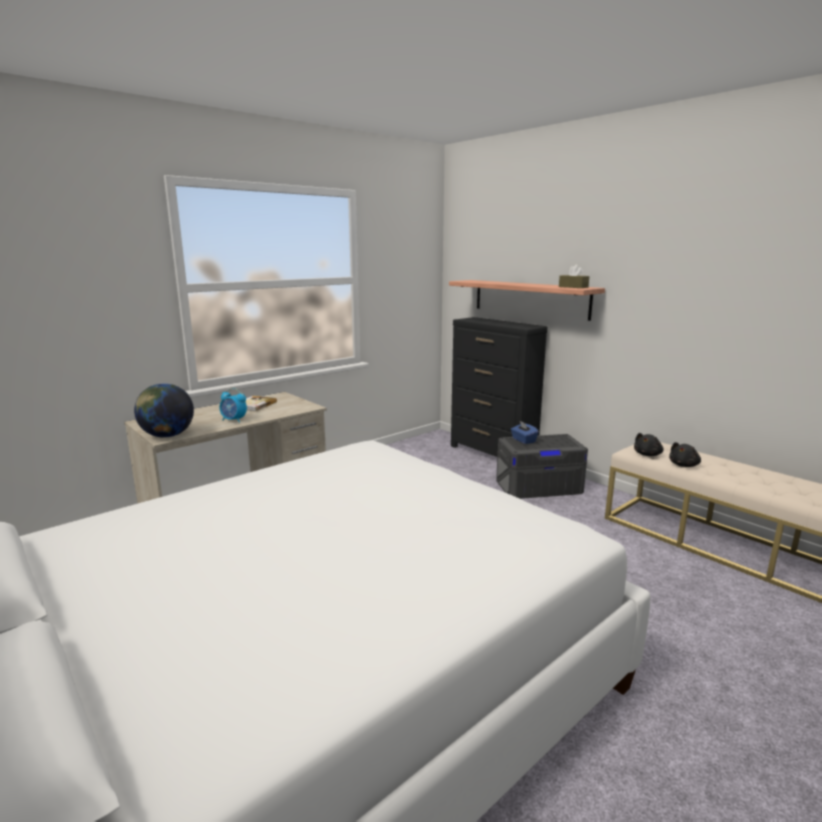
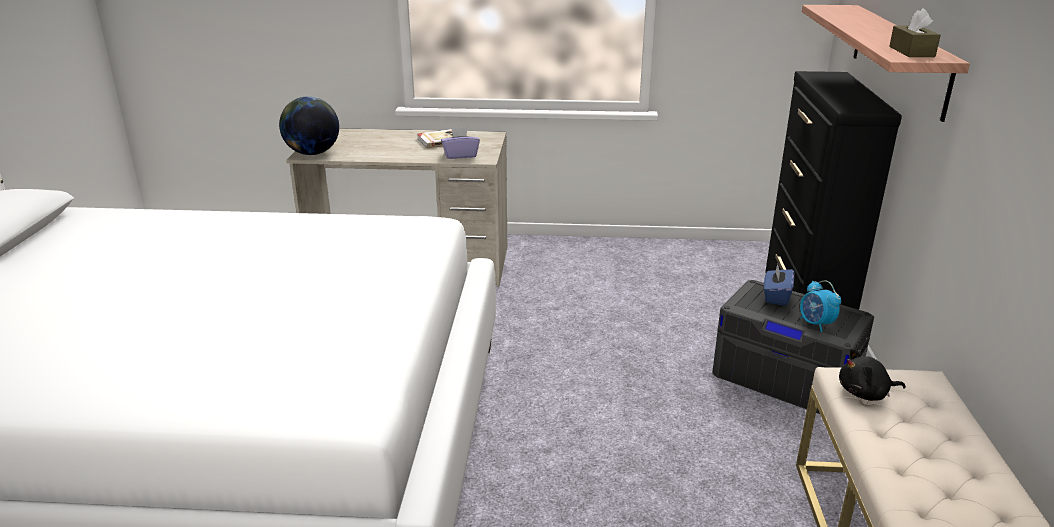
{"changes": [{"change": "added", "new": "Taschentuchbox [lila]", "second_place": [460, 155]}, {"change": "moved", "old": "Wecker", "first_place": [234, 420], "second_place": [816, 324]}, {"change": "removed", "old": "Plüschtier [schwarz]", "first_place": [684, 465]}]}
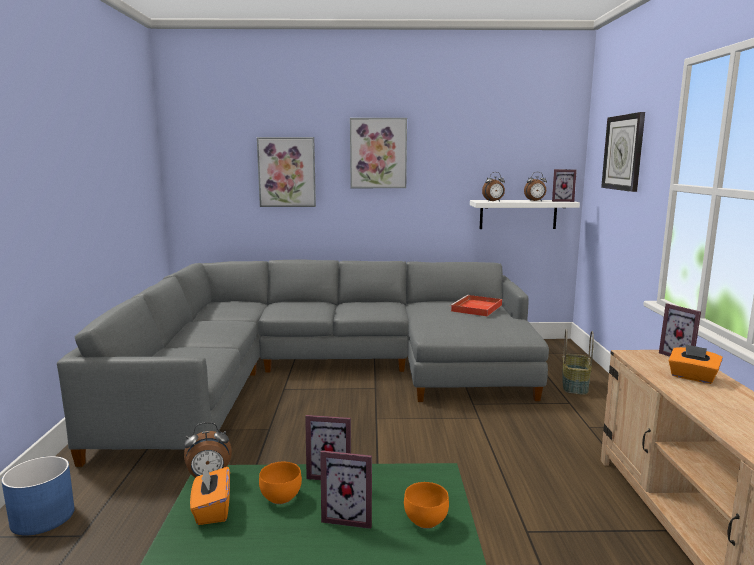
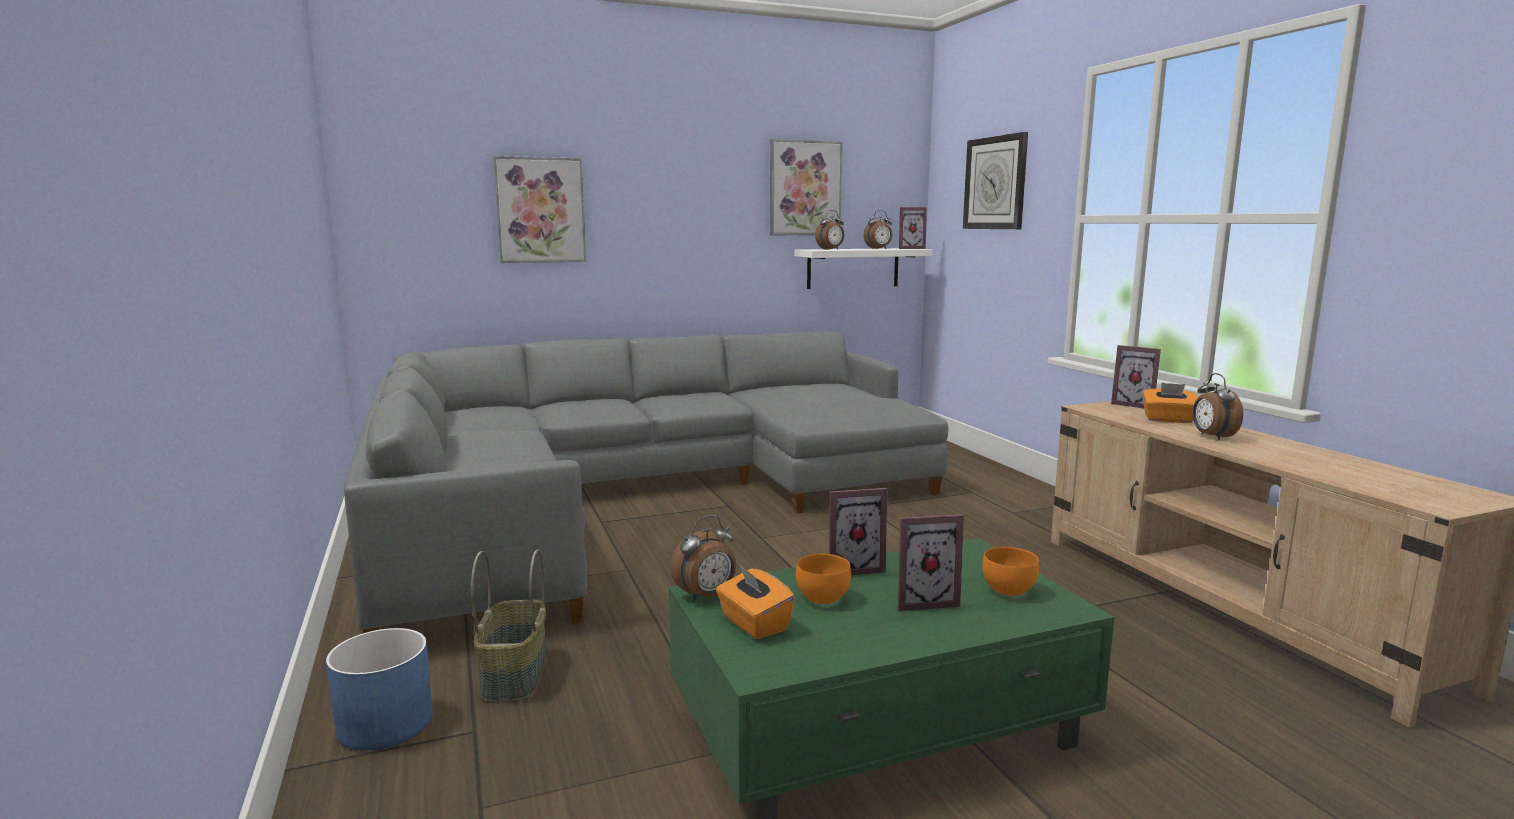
{"changes": [{"change": "moved", "old": "Korb", "first_place": [575, 386], "second_place": [516, 675]}, {"change": "moved", "old": "Bild", "first_place": [378, 153], "second_place": [805, 188]}, {"change": "added", "new": "Wecker", "second_place": [1212, 436]}, {"change": "removed", "old": "Tablett [rot]", "first_place": [476, 308]}]}
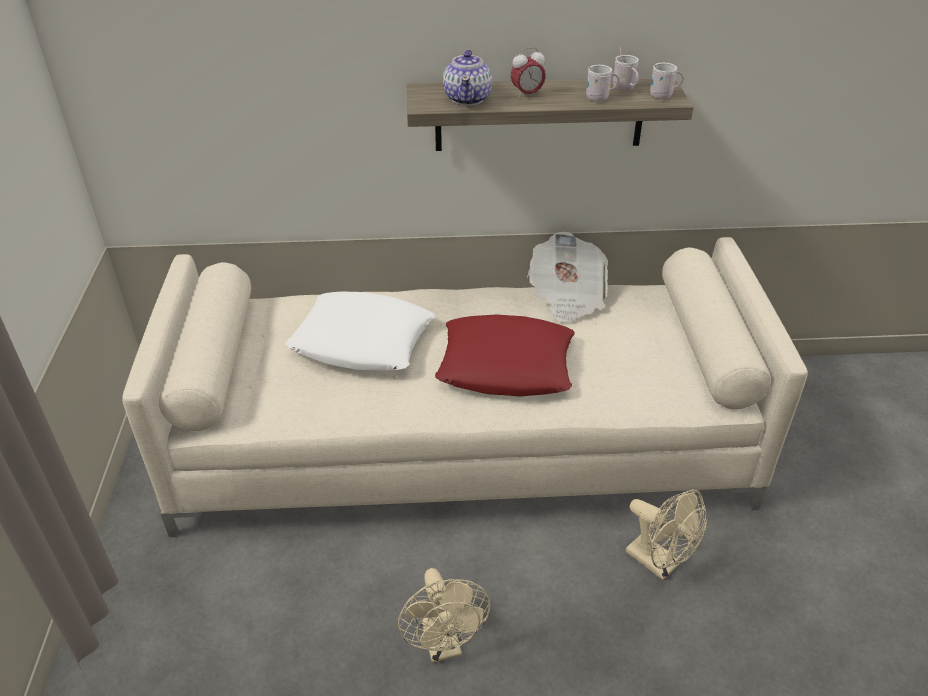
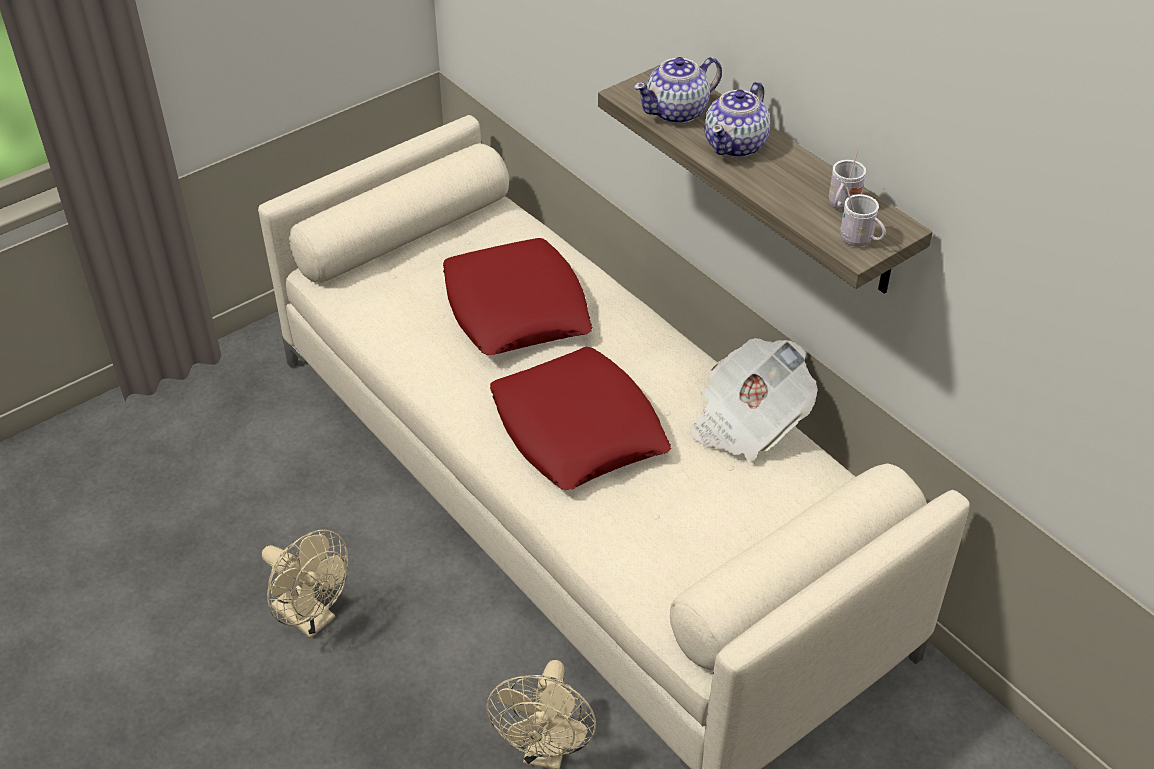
{"changes": [{"change": "turned", "old": "Ventilator [beige]", "first_place": [444, 645], "second_place": [311, 618], "degrees": -90}, {"change": "recoloured", "old": "Kissen [weiß]", "new": "Kissen [rot]", "first_place": [363, 341], "second_place": [516, 308]}, {"change": "replaced", "old": "Wecker", "new": "Teekanne", "first_place": [527, 95], "second_place": [736, 145]}, {"change": "removed", "old": "Henkelbecher [weiß]", "first_place": [600, 98]}]}
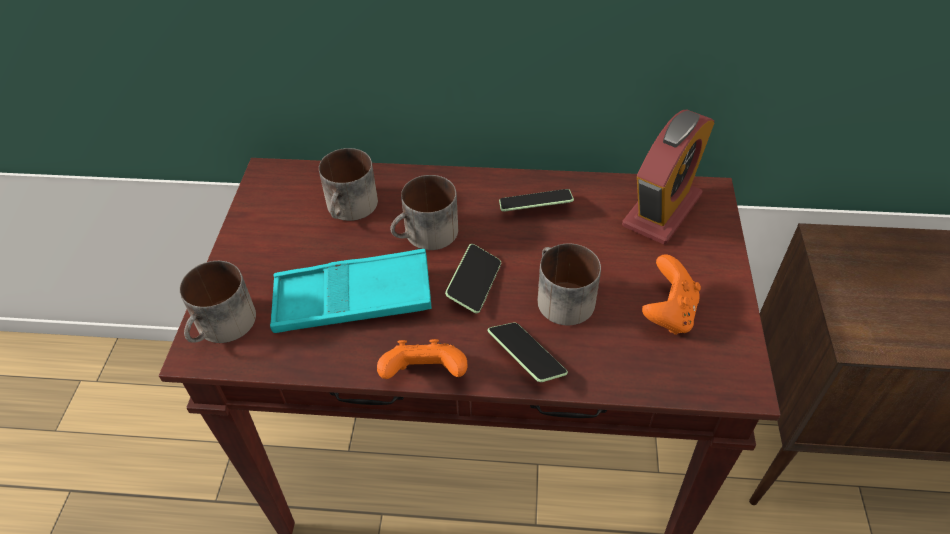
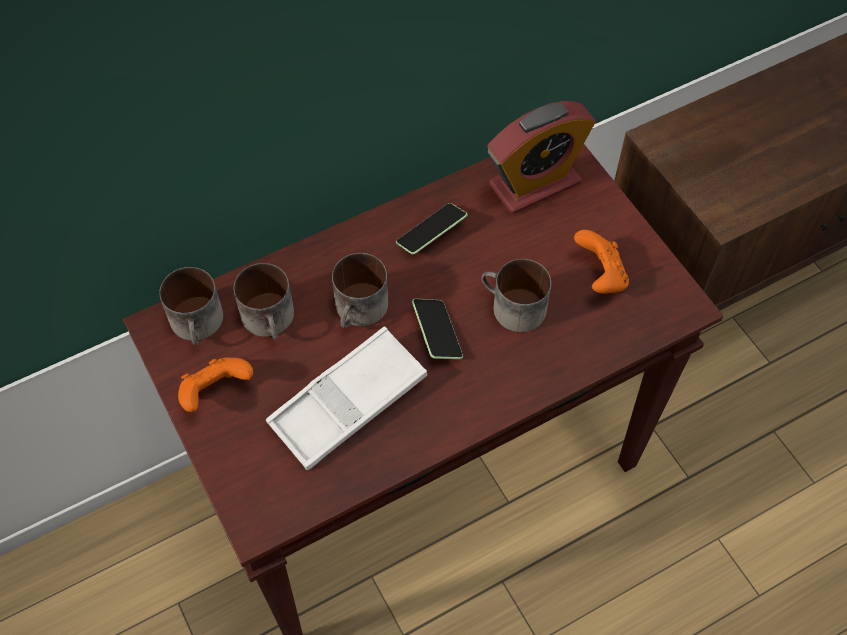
{"changes": [{"change": "moved", "old": "Henkelbecher", "first_place": [223, 327], "second_place": [199, 324]}, {"change": "moved", "old": "Gamepad [orange]", "first_place": [425, 375], "second_place": [216, 392]}, {"change": "recoloured", "old": "Tablett [türkis]", "new": "Tablett [weiß]", "first_place": [353, 299], "second_place": [348, 403]}, {"change": "turned", "old": "Wecker", "first_place": [662, 211], "second_place": [534, 184], "degrees": 60}, {"change": "removed", "old": "Handy", "first_place": [526, 358]}]}
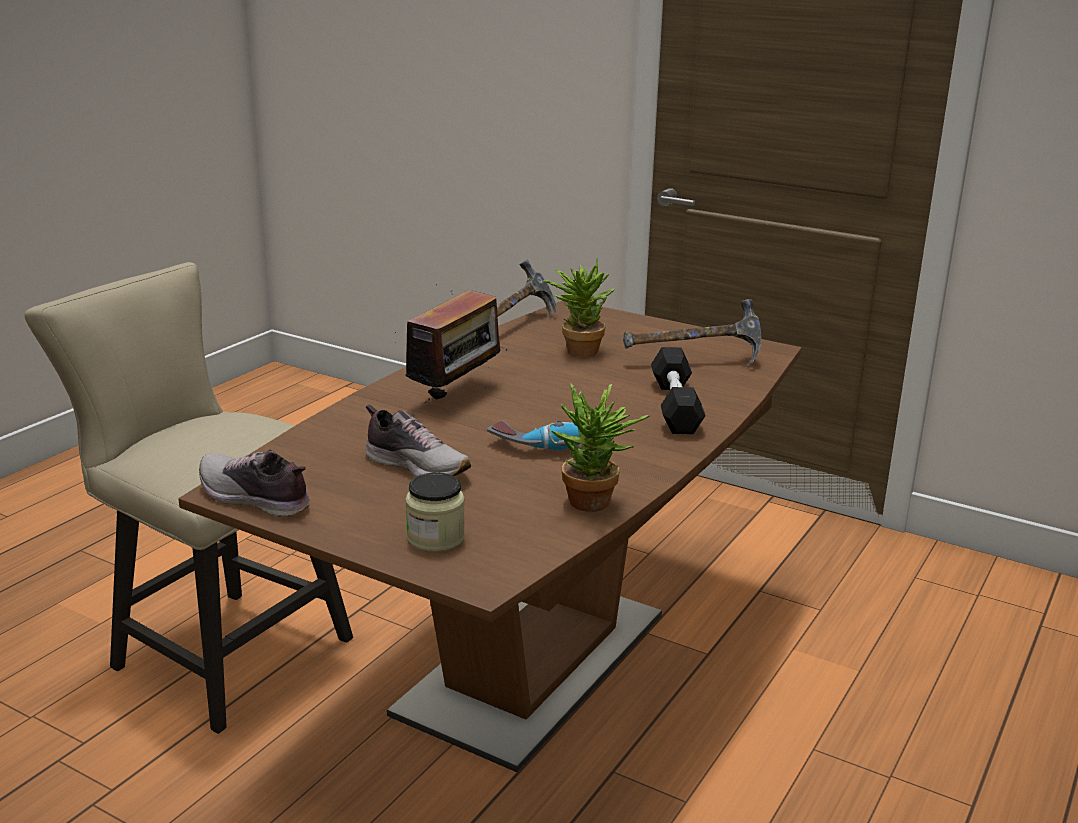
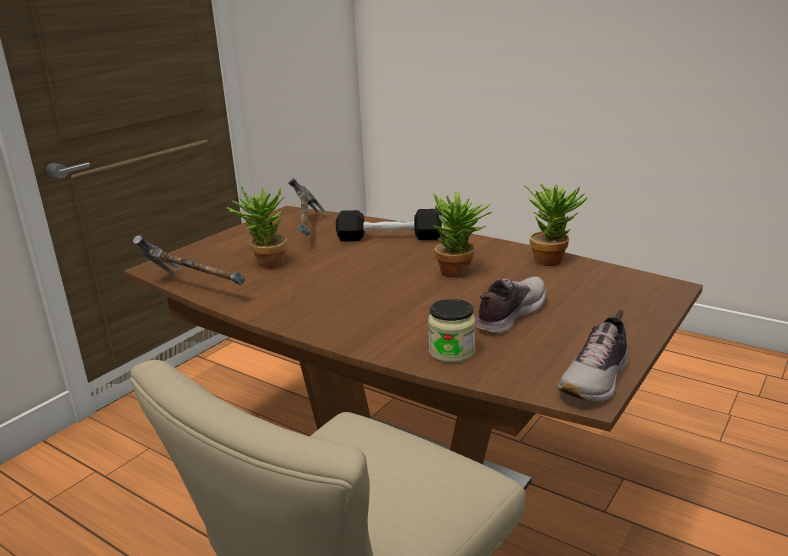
{"changes": [{"change": "moved", "old": "Vorratsglas", "first_place": [435, 538], "second_place": [452, 351]}, {"change": "replaced", "old": "Bohrmaschine", "new": "Topfpflanze", "first_place": [546, 445], "second_place": [460, 273]}, {"change": "removed", "old": "Radio", "first_place": [457, 395]}]}
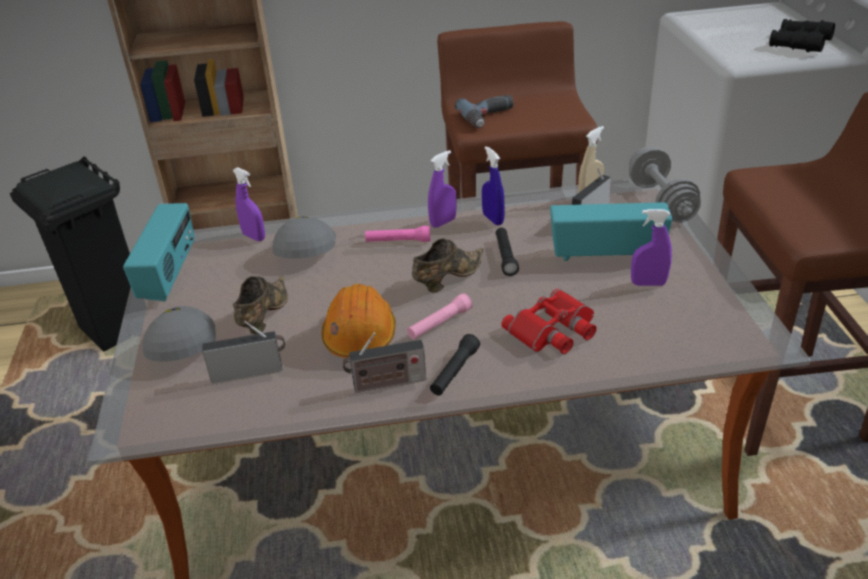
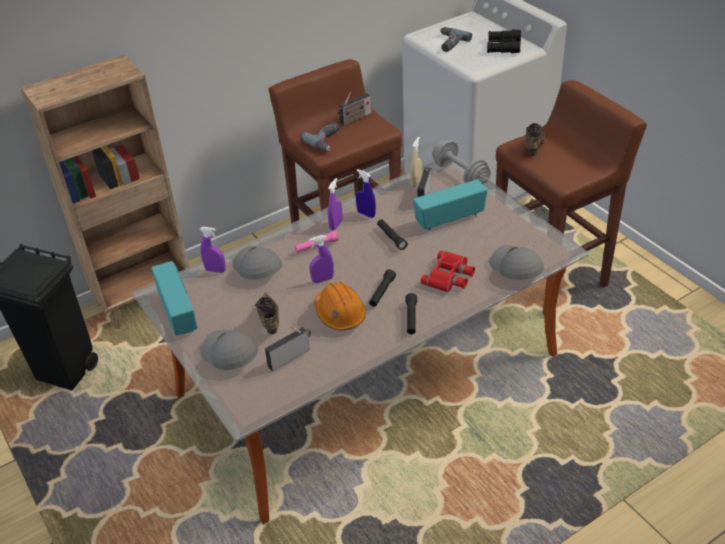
{"changes": [{"change": "moved", "old": "Sprühflasche [lila]", "first_place": [648, 283], "second_place": [322, 279]}, {"change": "moved", "old": "Radio", "first_place": [386, 383], "second_place": [354, 119]}, {"change": "recoloured", "old": "Taschenlampe [rosa]", "new": "Taschenlampe [schwarz]", "first_place": [439, 324], "second_place": [382, 292]}, {"change": "added", "new": "Bohrmaschine", "second_place": [448, 43]}, {"change": "added", "new": "Kappe [grau]", "second_place": [515, 268]}, {"change": "moved", "old": "Schuh [braun]", "first_place": [446, 279], "second_place": [533, 148]}]}
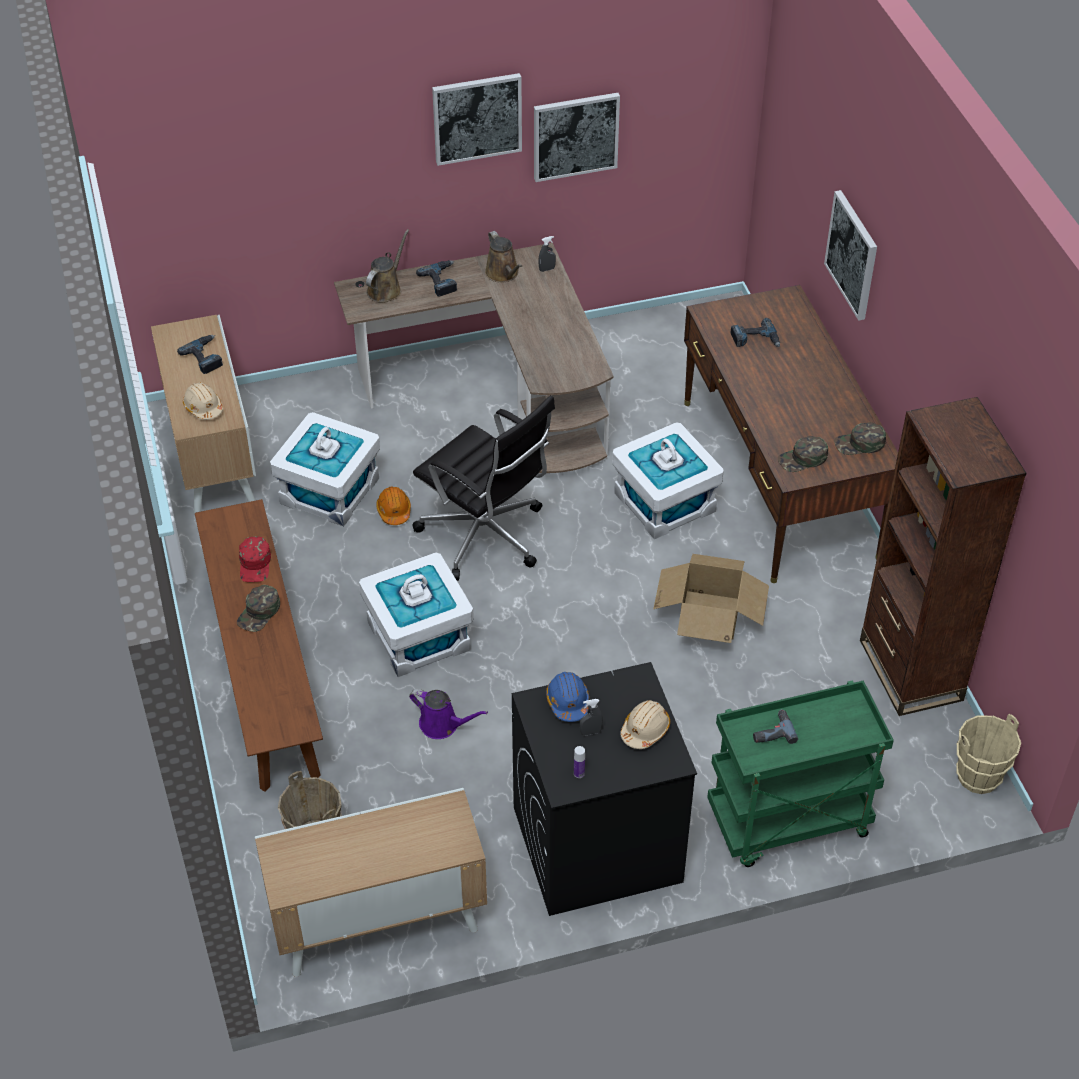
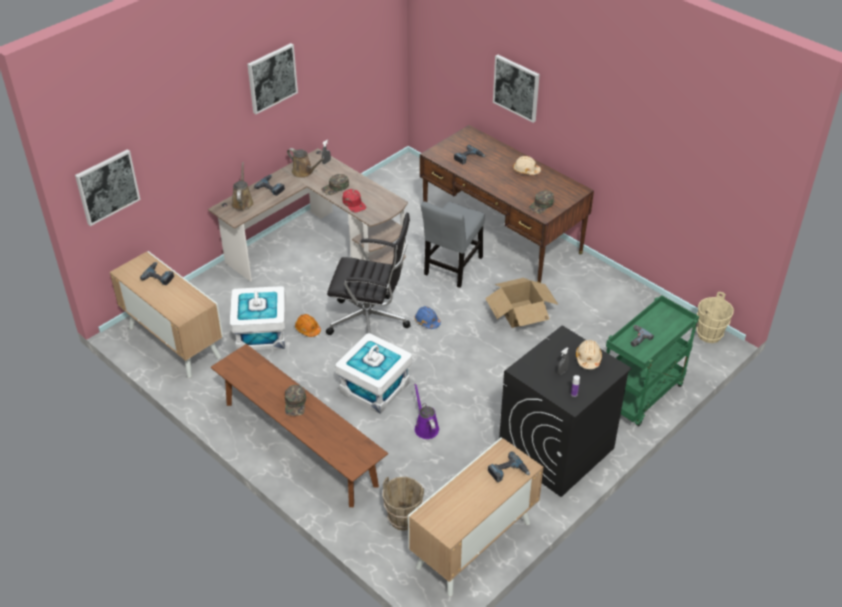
{"changes": [{"change": "moved", "old": "Bild", "first_place": [575, 136], "second_place": [107, 186]}, {"change": "moved", "old": "Kappe [grün]", "first_place": [859, 444], "second_place": [335, 187]}, {"change": "moved", "old": "Kappe [rot]", "first_place": [255, 564], "second_place": [354, 203]}, {"change": "turned", "old": "Gießkanne [lila]", "first_place": [442, 725], "second_place": [425, 427], "degrees": -105}, {"change": "moved", "old": "Schutzhelm [blau]", "first_place": [568, 702], "second_place": [427, 321]}, {"change": "replaced", "old": "Aufbewahrungsbox [weiß]", "new": "Stuhl [grau]", "first_place": [664, 502], "second_place": [452, 268]}, {"change": "added", "new": "Bohrmaschine", "second_place": [508, 472]}, {"change": "moved", "old": "Schutzhelm [beige]", "first_place": [203, 407], "second_place": [526, 170]}, {"change": "removed", "old": "Bücherregal [braun]", "first_place": [910, 670]}]}
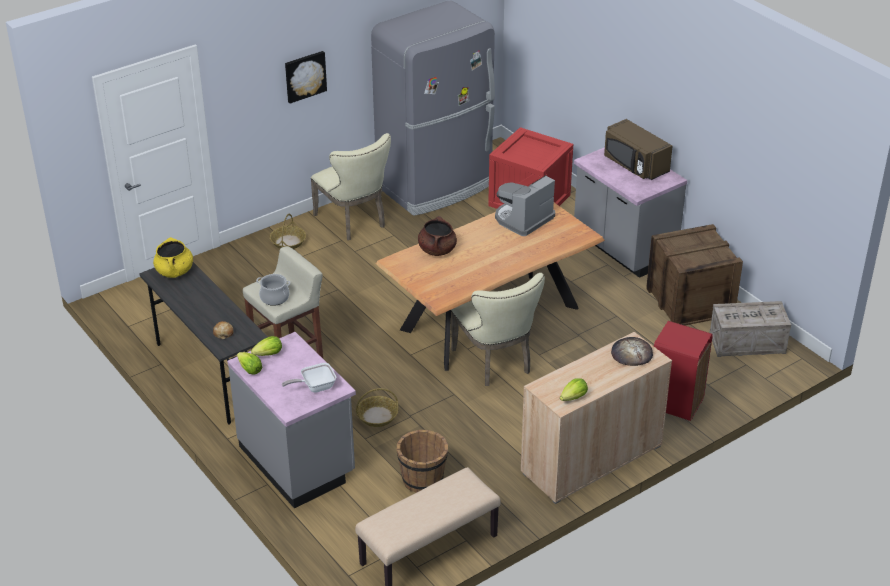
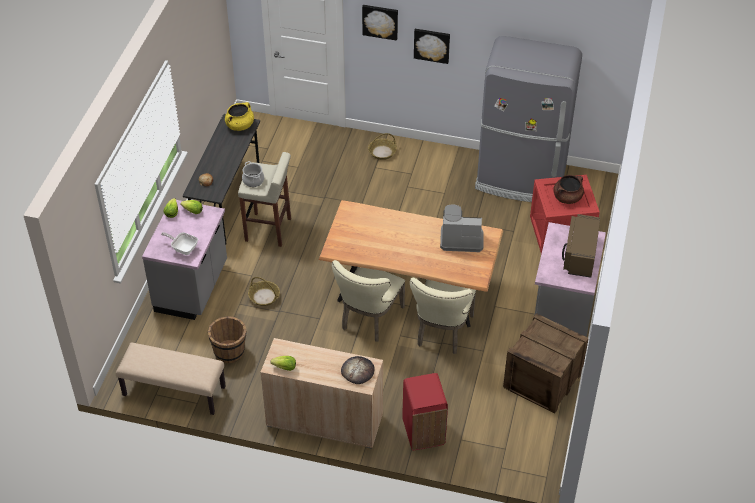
{"changes": [{"change": "added", "new": "Bild", "second_place": [380, 21]}, {"change": "moved", "old": "Stuhl [beige]", "first_place": [354, 222], "second_place": [442, 333]}, {"change": "moved", "old": "Kochtopf [braun]", "first_place": [437, 250], "second_place": [567, 197]}, {"change": "removed", "old": "Kiste", "first_place": [748, 342]}]}
